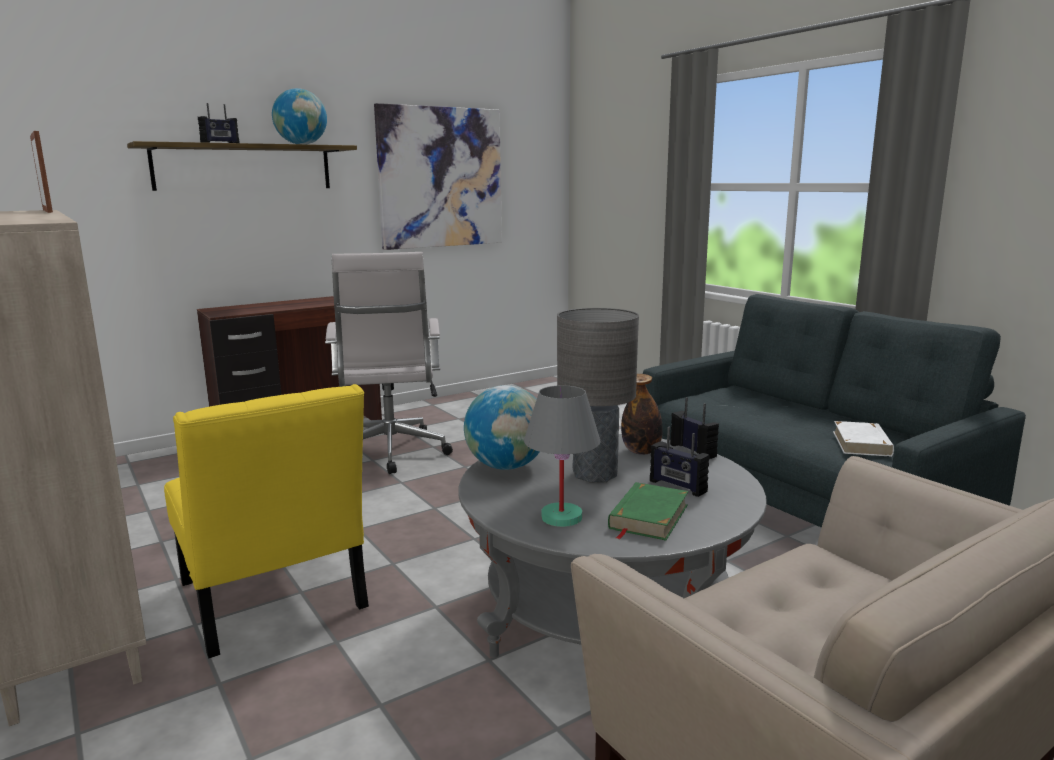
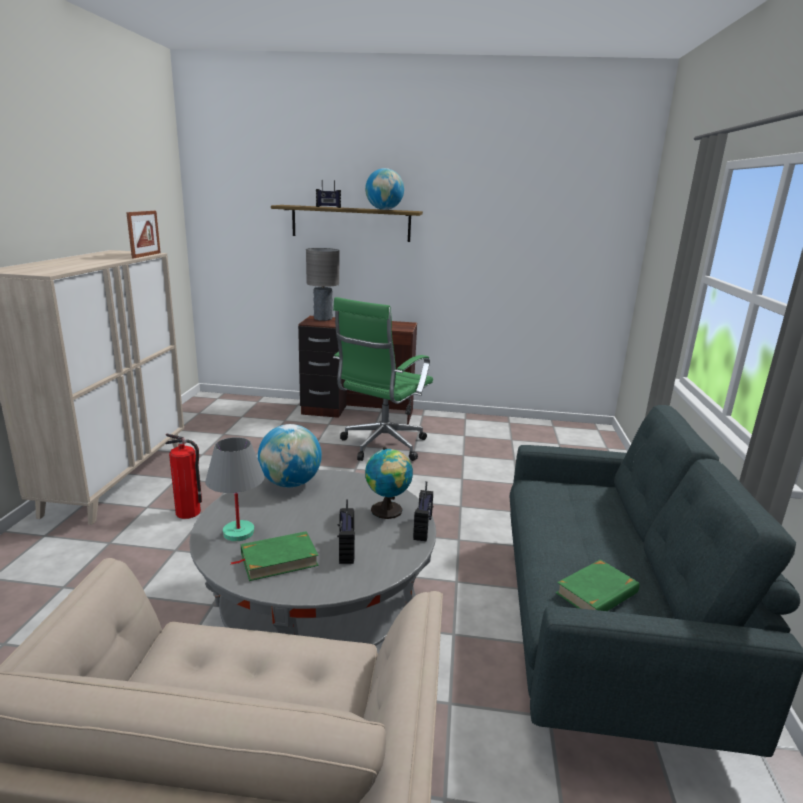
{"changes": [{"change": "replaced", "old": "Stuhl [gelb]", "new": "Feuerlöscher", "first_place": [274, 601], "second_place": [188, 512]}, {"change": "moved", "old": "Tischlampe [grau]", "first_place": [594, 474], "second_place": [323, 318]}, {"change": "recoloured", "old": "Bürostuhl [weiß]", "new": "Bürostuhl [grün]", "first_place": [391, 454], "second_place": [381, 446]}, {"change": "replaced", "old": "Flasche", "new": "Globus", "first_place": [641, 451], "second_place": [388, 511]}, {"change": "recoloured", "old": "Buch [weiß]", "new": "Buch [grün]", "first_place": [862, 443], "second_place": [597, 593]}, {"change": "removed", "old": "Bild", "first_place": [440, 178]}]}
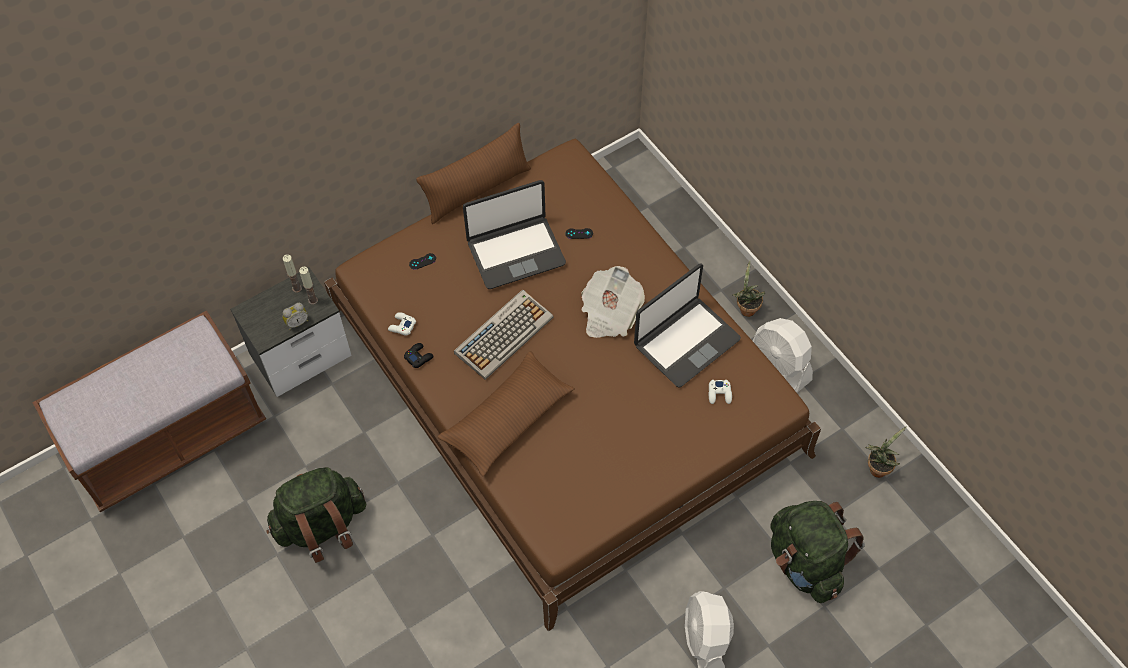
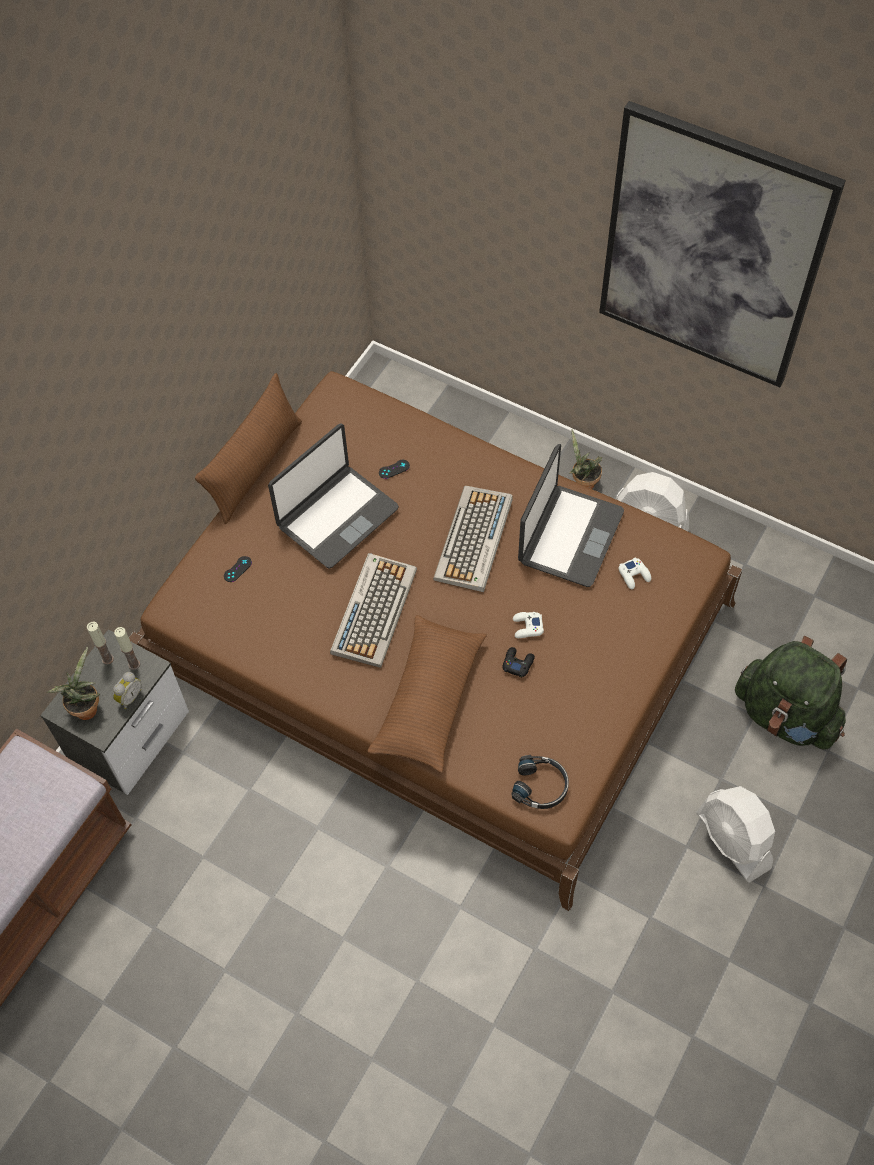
{"changes": [{"change": "moved", "old": "Topfpflanze", "first_place": [878, 467], "second_place": [86, 707]}, {"change": "replaced", "old": "Zeitung", "new": "Tastatur", "first_place": [609, 313], "second_place": [474, 540]}, {"change": "moved", "old": "Gamepad [schwarz]", "first_place": [419, 357], "second_place": [517, 663]}, {"change": "added", "new": "Kopfhörer [schwarz]", "second_place": [541, 786]}, {"change": "moved", "old": "Gamepad [weiß]", "first_place": [402, 326], "second_place": [527, 627]}, {"change": "added", "new": "Bild", "second_place": [711, 250]}, {"change": "removed", "old": "Rucksack [grün]", "first_place": [321, 526]}]}
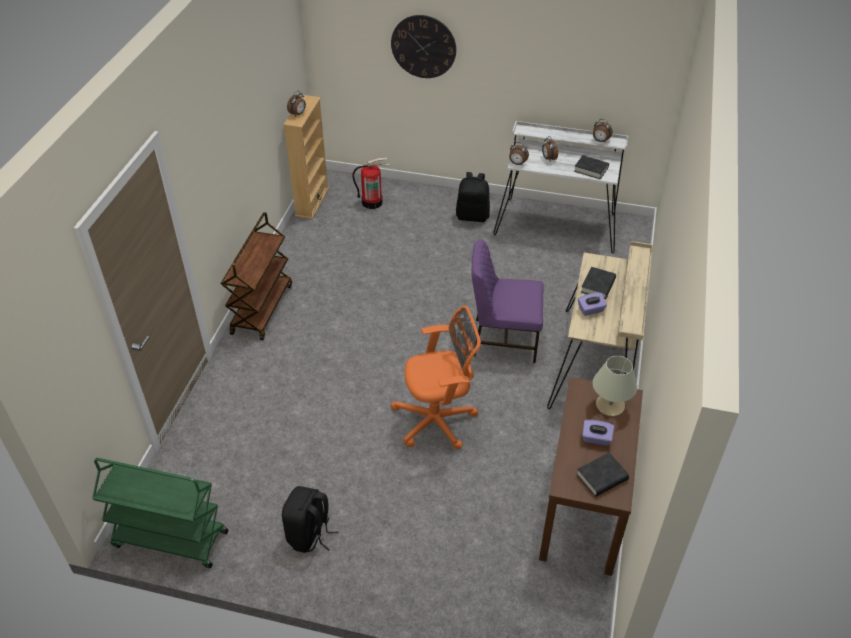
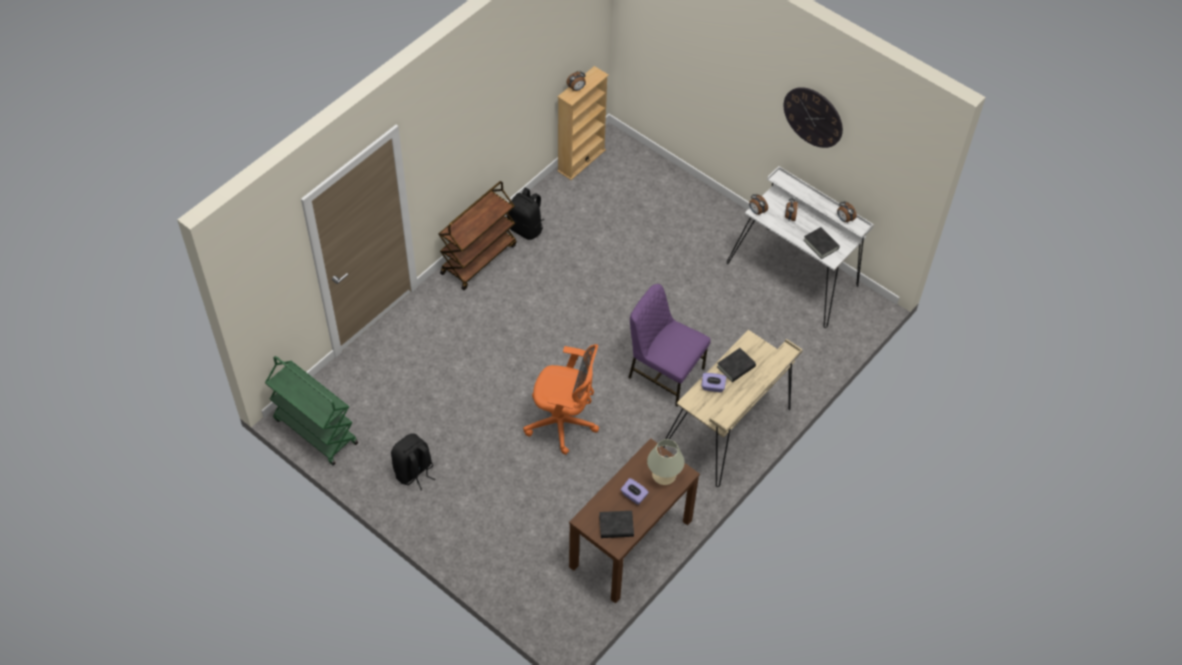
{"changes": [{"change": "moved", "old": "Rucksack [schwarz]", "first_place": [472, 216], "second_place": [526, 228]}, {"change": "moved", "old": "Wanduhr", "first_place": [423, 46], "second_place": [813, 117]}, {"change": "removed", "old": "Feuerlöscher", "first_place": [372, 202]}]}
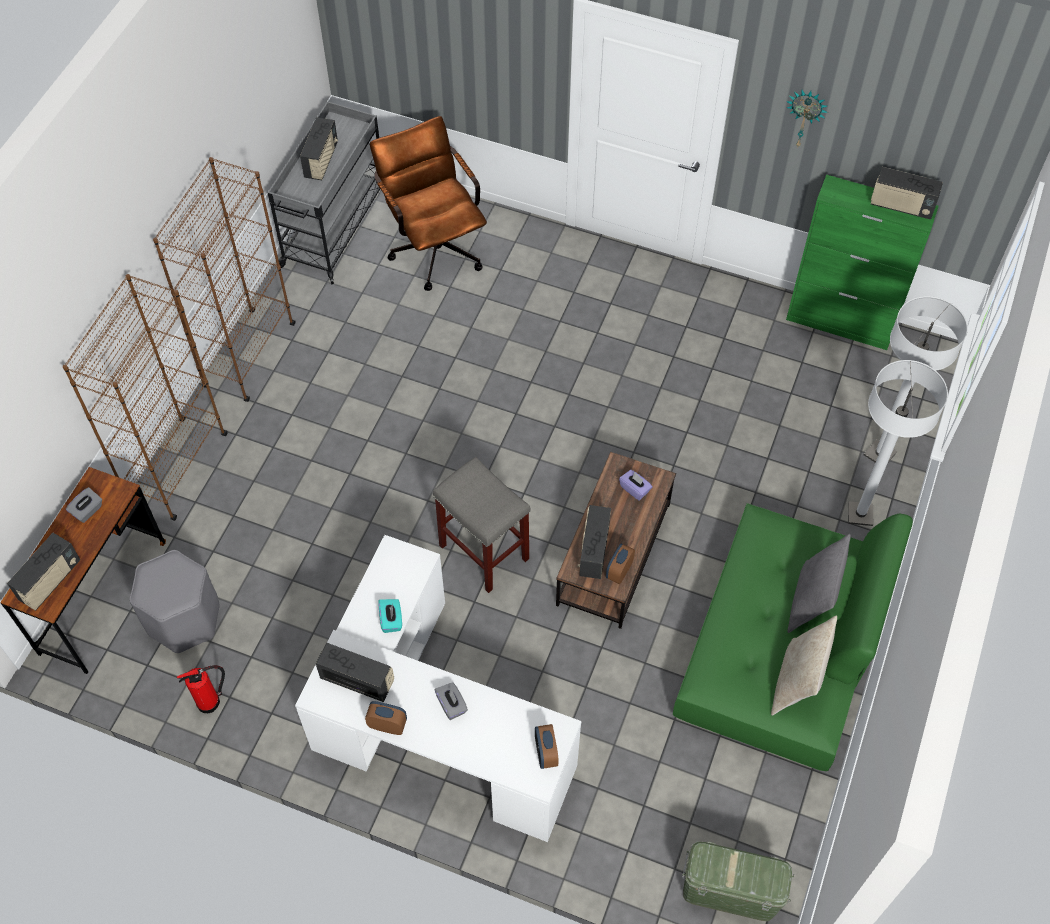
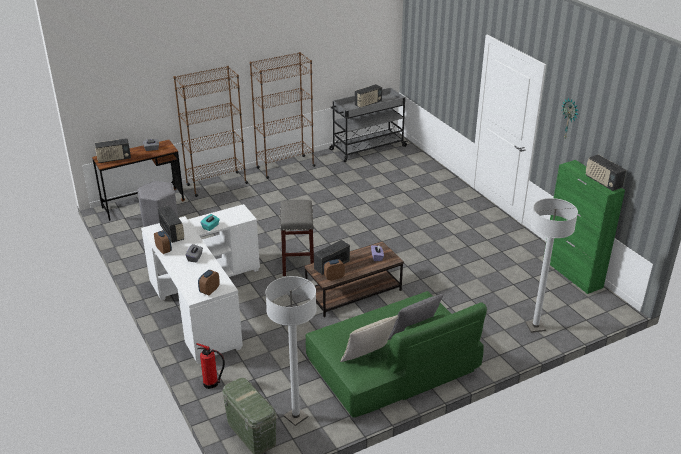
{"changes": [{"change": "moved", "old": "Feuerlöscher", "first_place": [211, 701], "second_place": [212, 384]}, {"change": "moved", "old": "Stehlampe [weiß]", "first_place": [860, 514], "second_place": [296, 417]}, {"change": "removed", "old": "Bürostuhl [braun]", "first_place": [434, 246]}]}
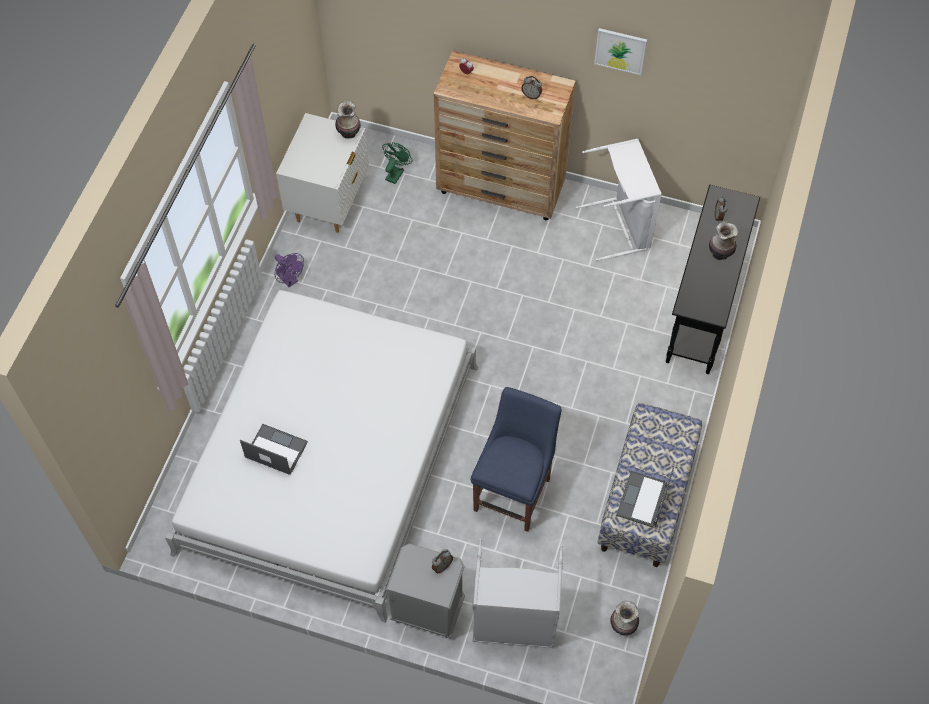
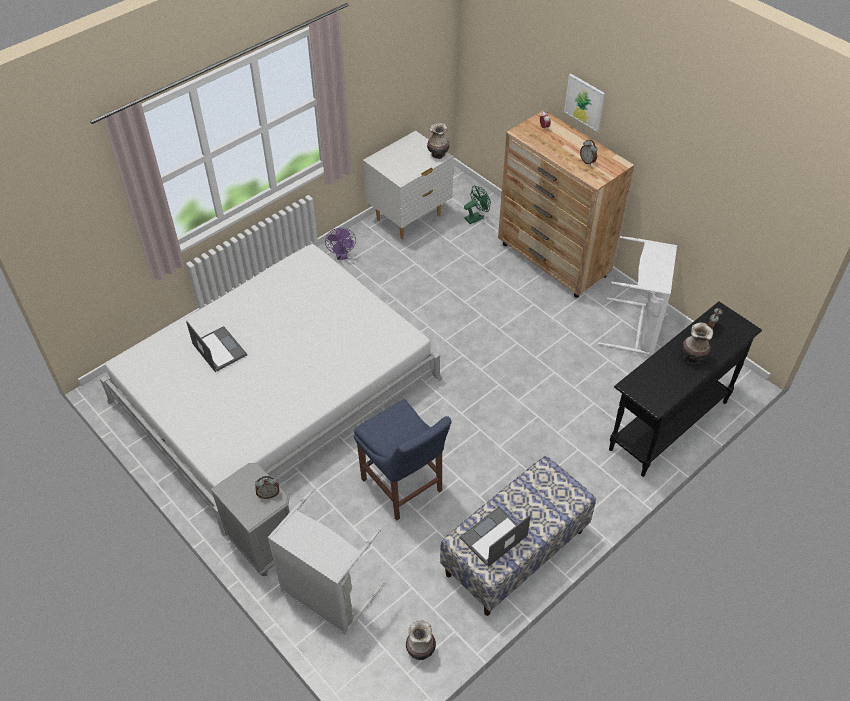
{"changes": [{"change": "turned", "old": "Stuhl [blau]", "first_place": [514, 491], "second_place": [403, 488], "degrees": 90}, {"change": "moved", "old": "Bild", "first_place": [620, 50], "second_place": [584, 102]}]}
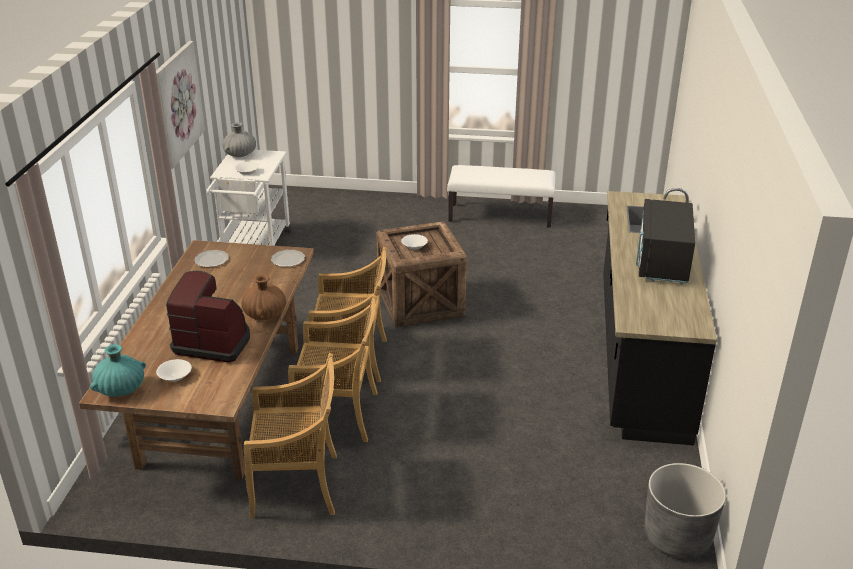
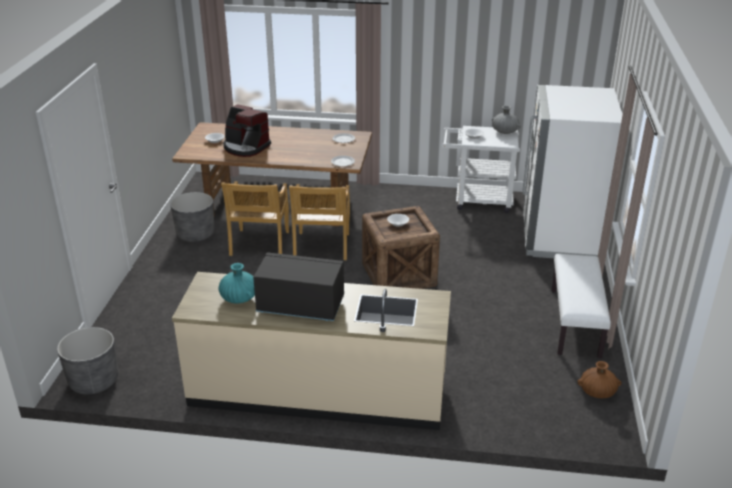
{"changes": [{"change": "replaced", "old": "Stuhl [beige]", "new": "Pflanzkübel [grau]", "first_place": [297, 486], "second_place": [195, 234]}, {"change": "recoloured", "old": "Küchenzeile [schwarz]", "new": "Küchenzeile [beige]", "first_place": [640, 354], "second_place": [318, 392]}, {"change": "moved", "old": "Vase [türkis]", "first_place": [121, 389], "second_place": [239, 298]}, {"change": "turned", "old": "Kaffeemaschine", "first_place": [213, 342], "second_place": [246, 147], "degrees": 105}, {"change": "added", "new": "Kühlschrank [weiß]", "second_place": [559, 237]}, {"change": "moved", "old": "Vase [braun]", "first_place": [265, 315], "second_place": [597, 392]}, {"change": "removed", "old": "Bild", "first_place": [178, 103]}]}
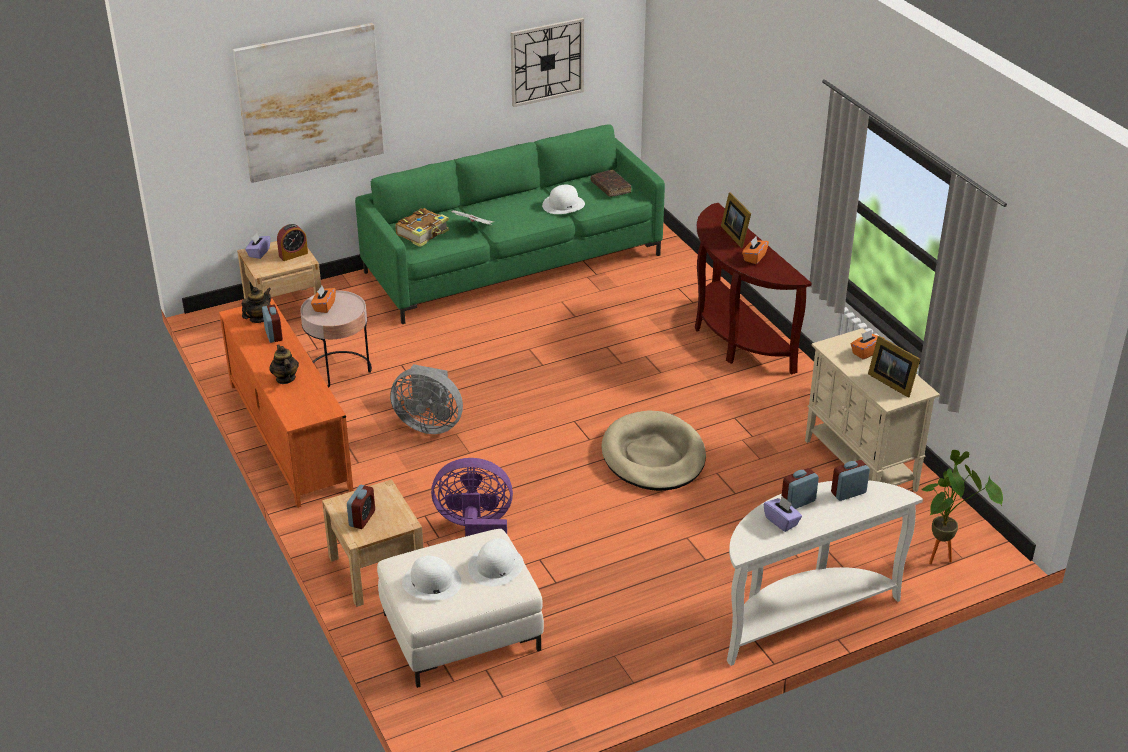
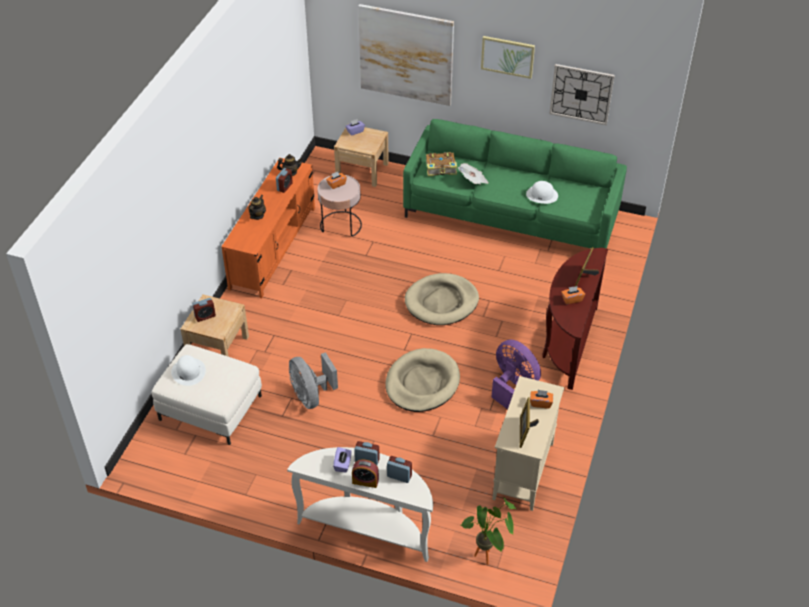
{"changes": [{"change": "moved", "old": "Ventilator [grau]", "first_place": [429, 424], "second_place": [311, 396]}, {"change": "moved", "old": "Wecker", "first_place": [293, 254], "second_place": [365, 481]}, {"change": "added", "new": "Hundebett [beige]", "second_place": [441, 302]}, {"change": "added", "new": "Bild", "second_place": [507, 56]}, {"change": "moved", "old": "Ventilator [lila]", "first_place": [475, 530], "second_place": [513, 386]}, {"change": "removed", "old": "Hut [weiß]", "first_place": [496, 566]}, {"change": "removed", "old": "Buch [braun]", "first_place": [610, 187]}]}
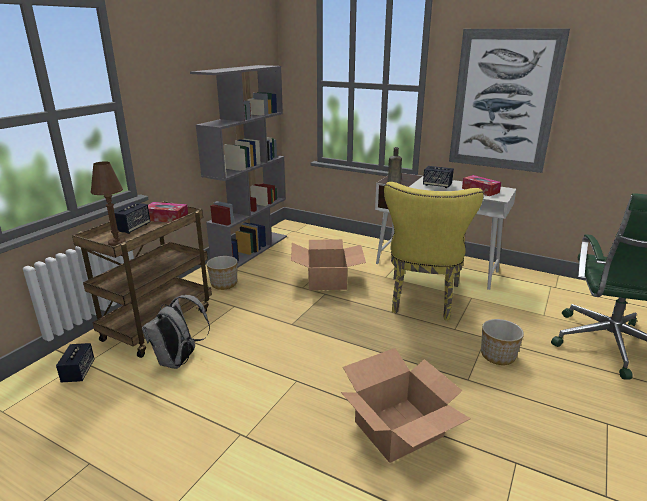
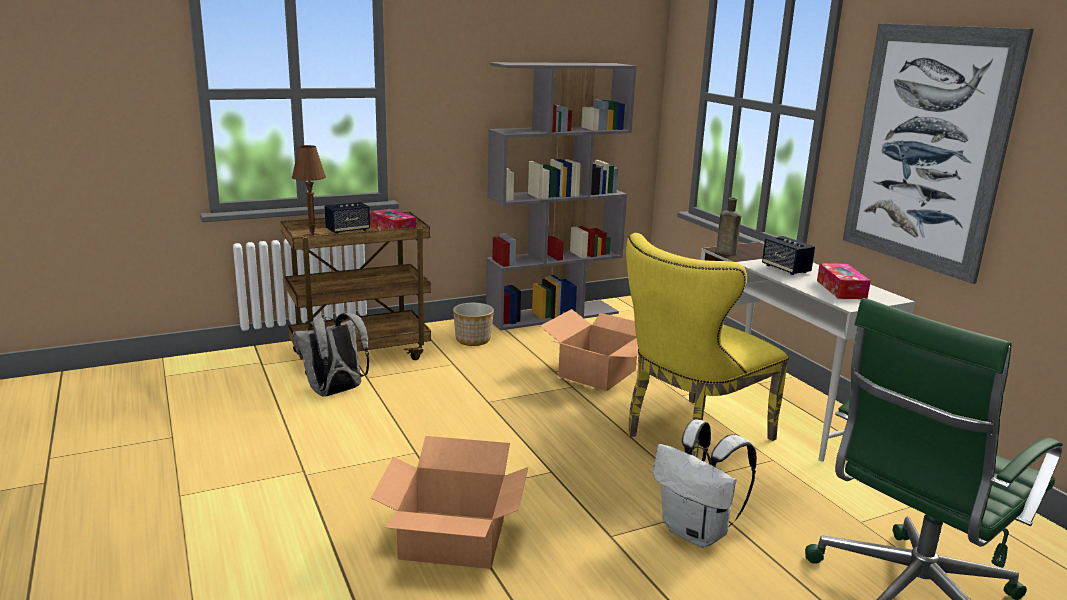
{"changes": [{"change": "replaced", "old": "Pflanzkübel", "new": "Rucksack [weiß]", "first_place": [498, 355], "second_place": [697, 532]}, {"change": "removed", "old": "Lautsprecher", "first_place": [78, 372]}]}
